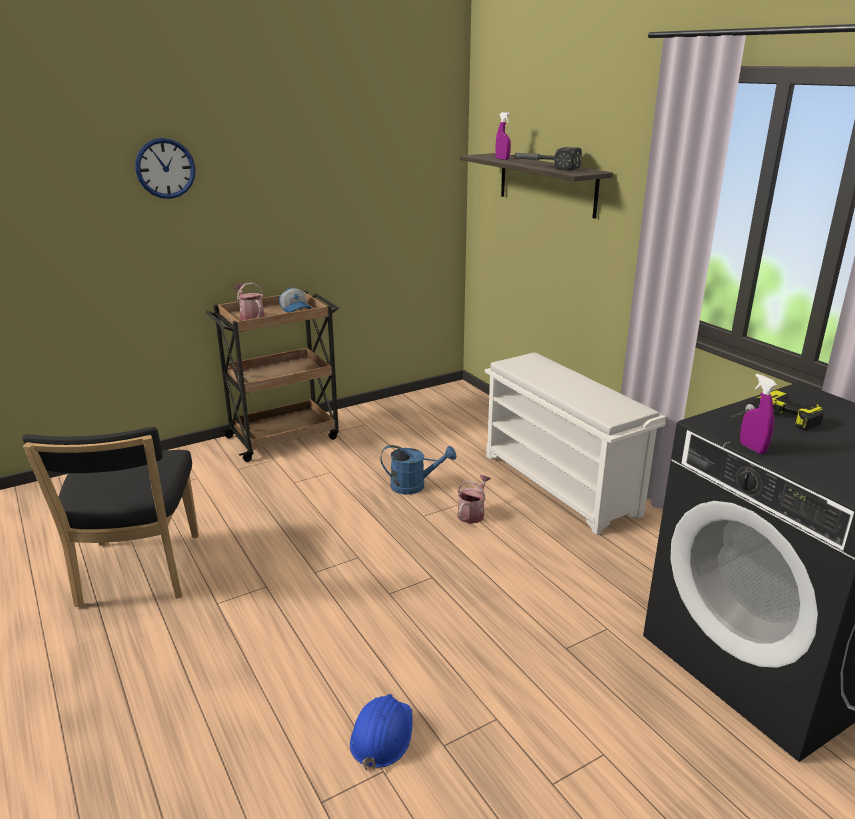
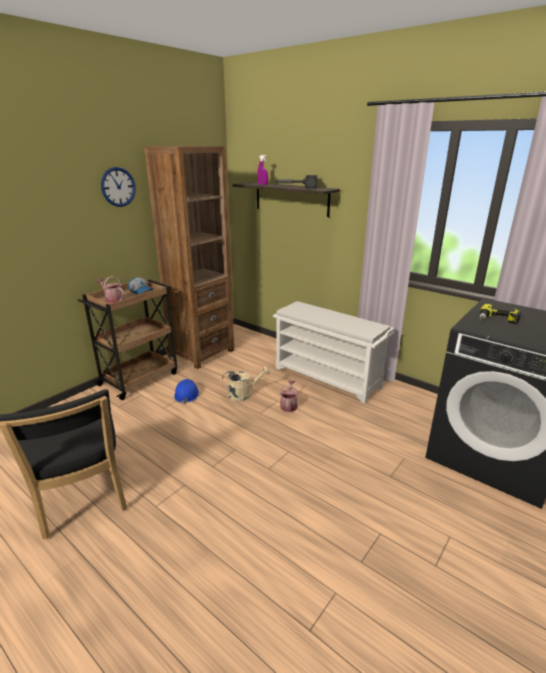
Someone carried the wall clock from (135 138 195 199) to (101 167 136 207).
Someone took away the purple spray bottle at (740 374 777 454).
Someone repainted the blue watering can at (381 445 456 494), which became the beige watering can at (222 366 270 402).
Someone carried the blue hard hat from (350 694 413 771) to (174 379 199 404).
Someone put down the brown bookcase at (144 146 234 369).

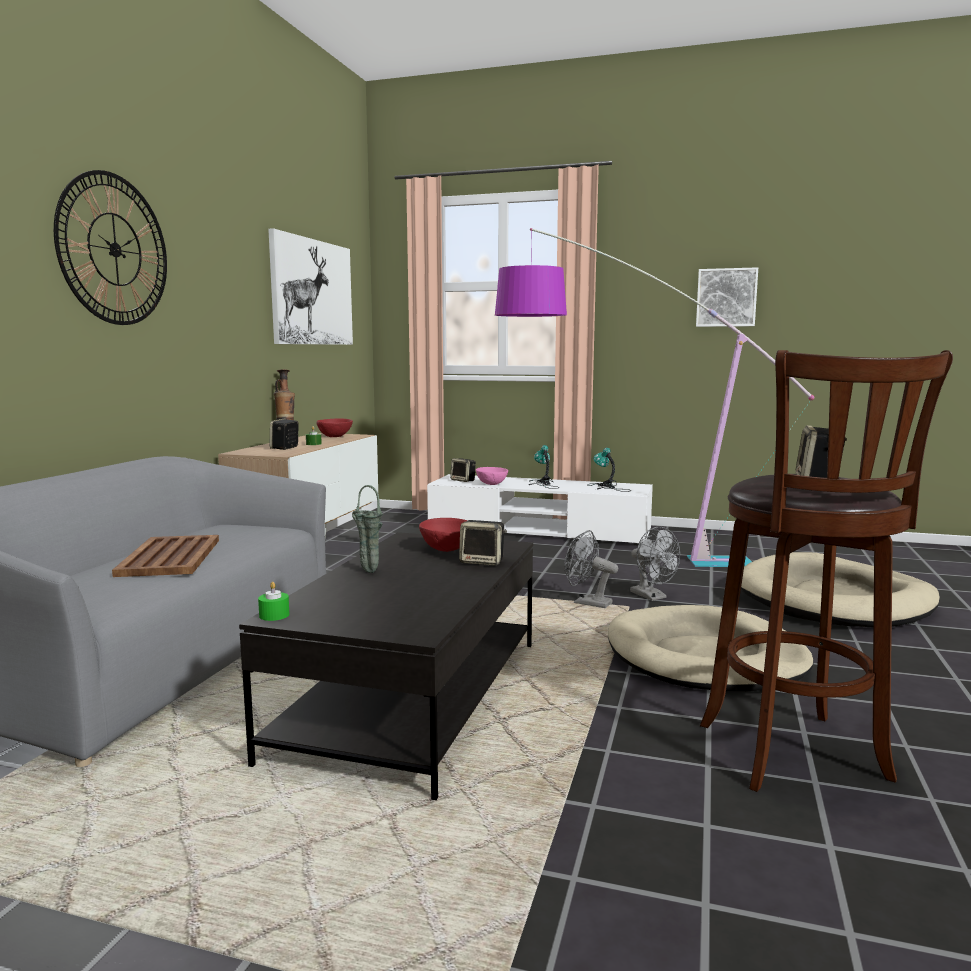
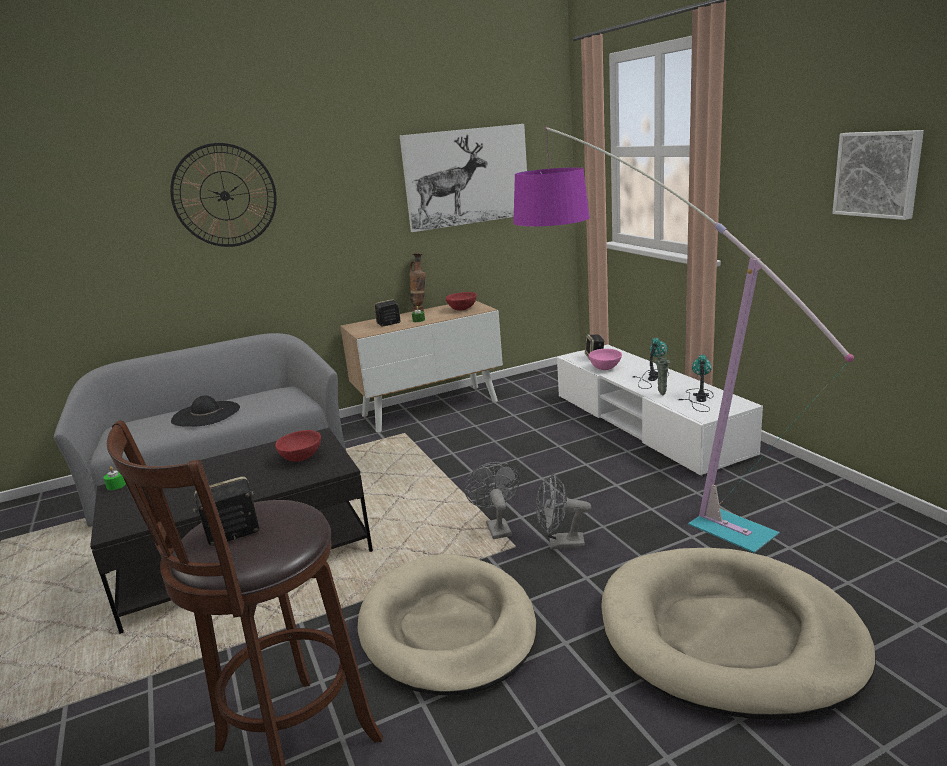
Someone carried the green vase from (352 485 383 573) to (655 344 670 395).
Someone took away the speaker at (459 520 507 566).
Someone rotated the grey fan at (630 527 680 601) by 75 degrees clockwise.
Someone swapped the brown tray at (112 535 219 577) for the black hat at (171 396 240 427).

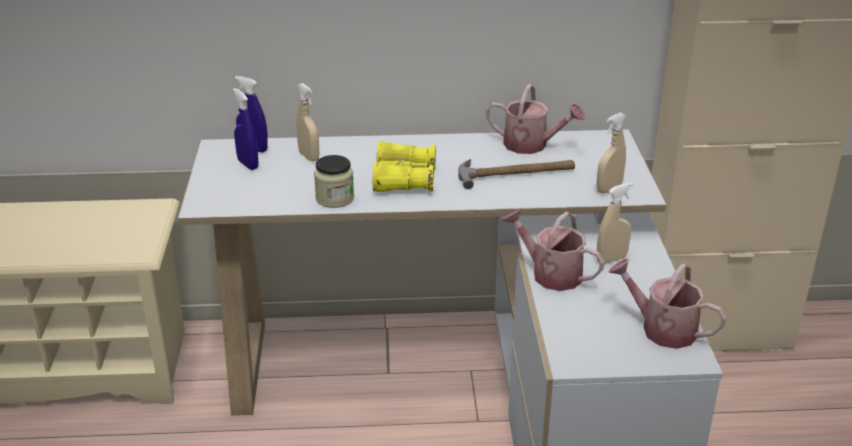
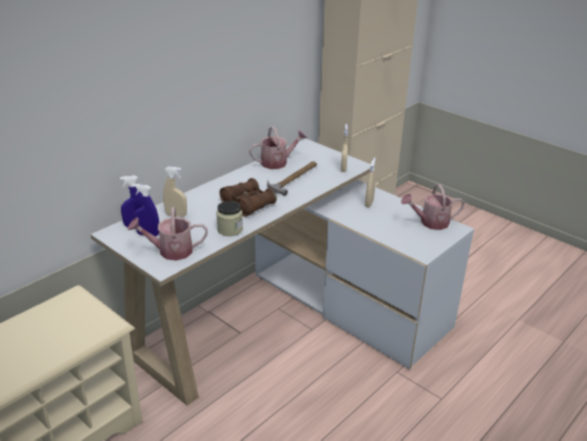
Someone repainted the yellow binoculars at (373 142 436 192), which became the brown binoculars at (219 178 277 217).
Someone carried the watering can from (502 208 605 291) to (128 207 208 261).

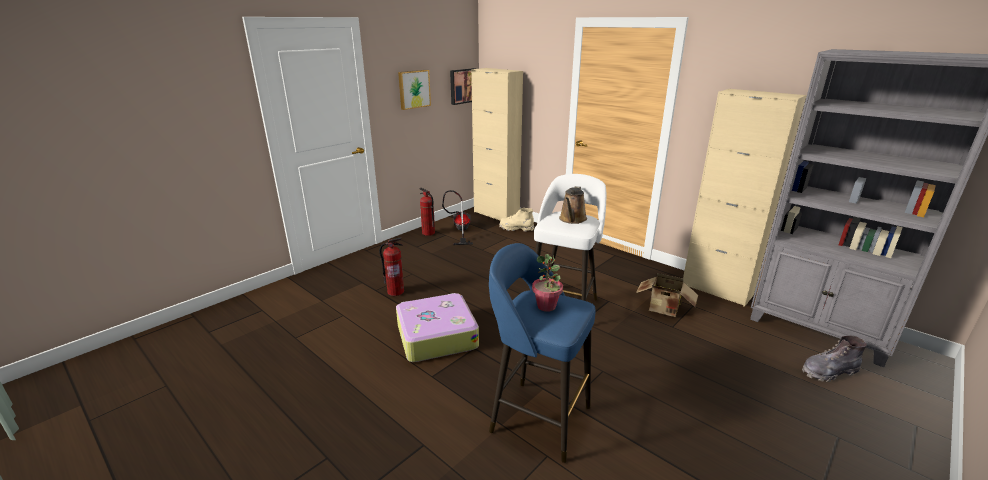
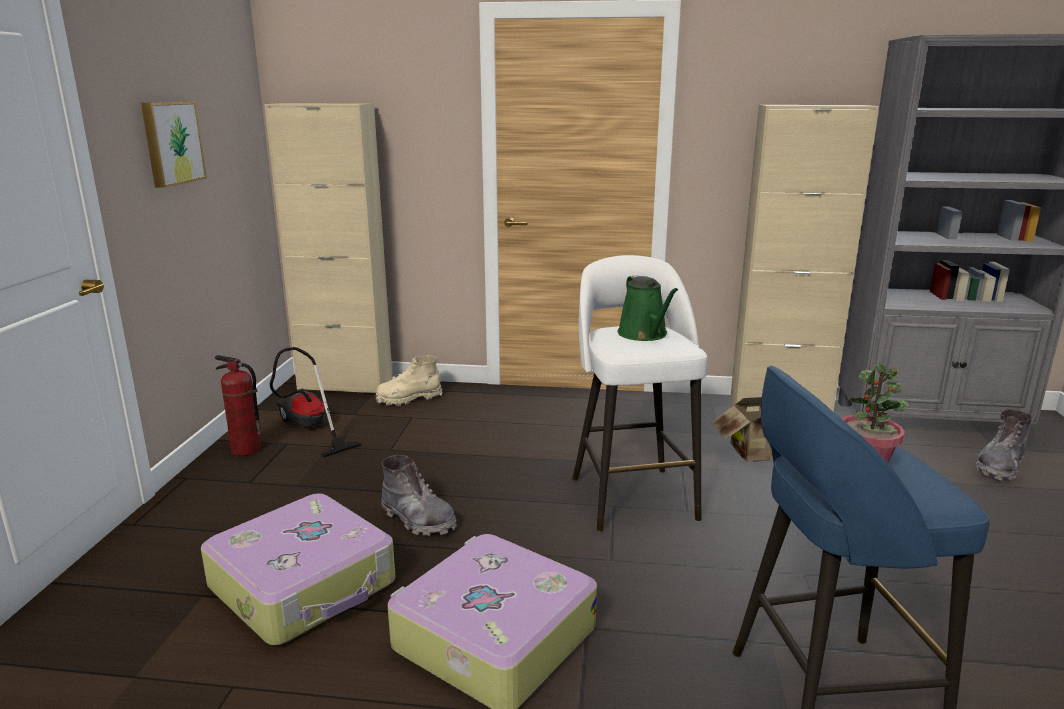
Someone took away the picture at (450 68 476 105).
Someone repainted the brown watering can at (559 186 587 224), which became the green watering can at (618 275 678 341).
Someone swapped the fire extinguisher at (379 237 404 296) for the suitcase at (201 493 396 645).
Someone put down the grey boot at (381 455 457 536).

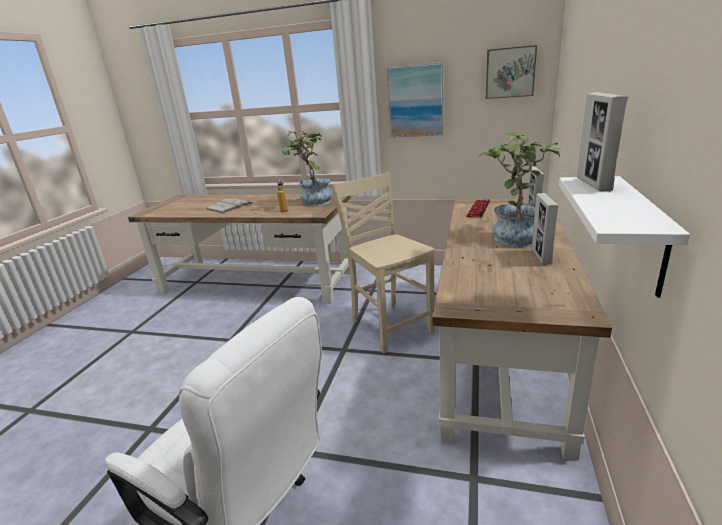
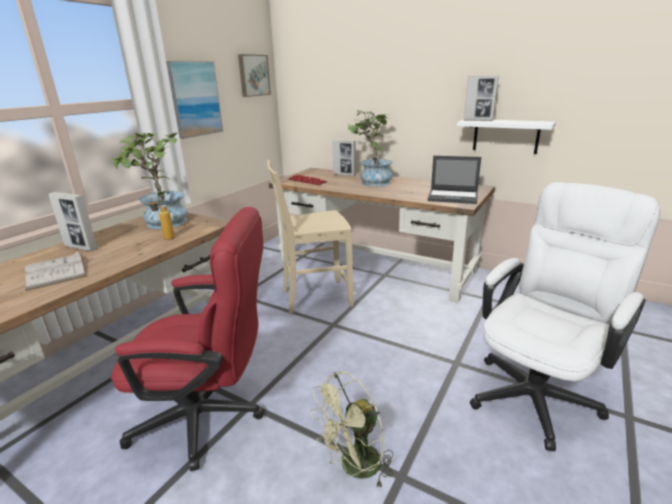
Someone carried the picture frame from (532 193 559 265) to (48 192 98 251).
Someone put down the laptop at (427 156 481 204).
Someone put down the red office chair at (111 207 264 471).
Someone put down the green fan at (310 372 393 487).

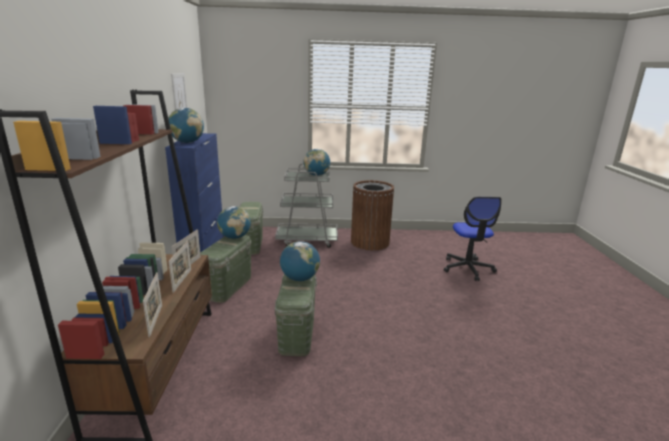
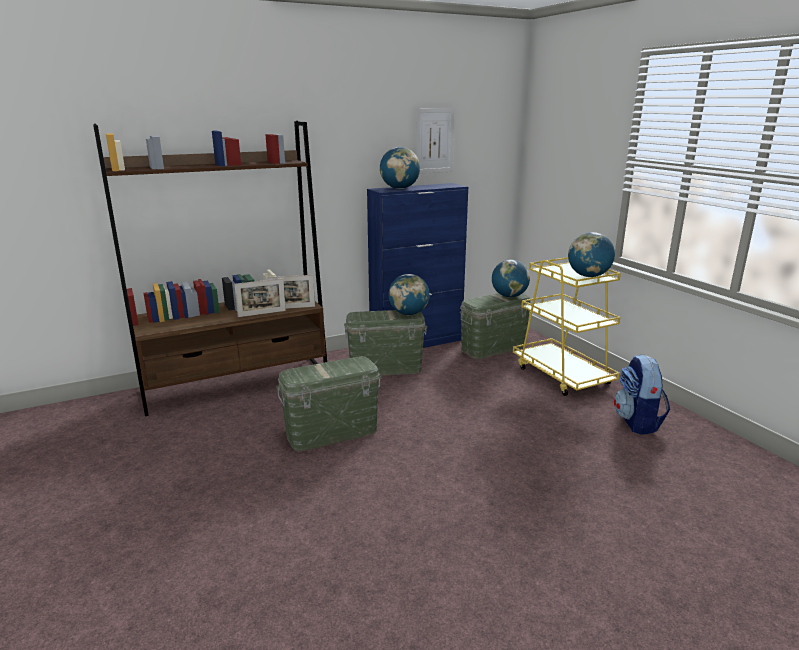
Someone repainted the grey cart at (275 163 338 248), which became the yellow cart at (513 257 621 396).
Someone swapped the brown trash can at (351 180 394 251) for the backpack at (614 355 670 435).
Someone took away the office chair at (444 197 502 281).
Someone carried the globe from (280 241 320 281) to (492 259 530 297).
Someone took away the picture frame at (143 272 162 337).

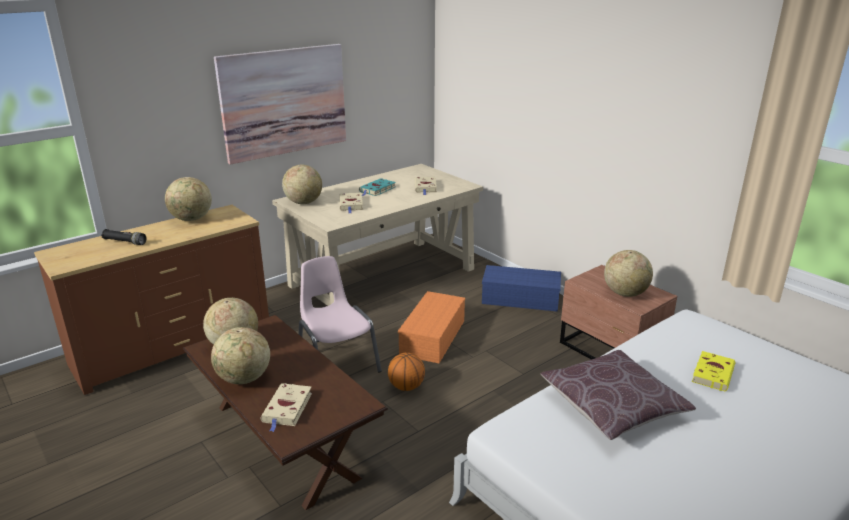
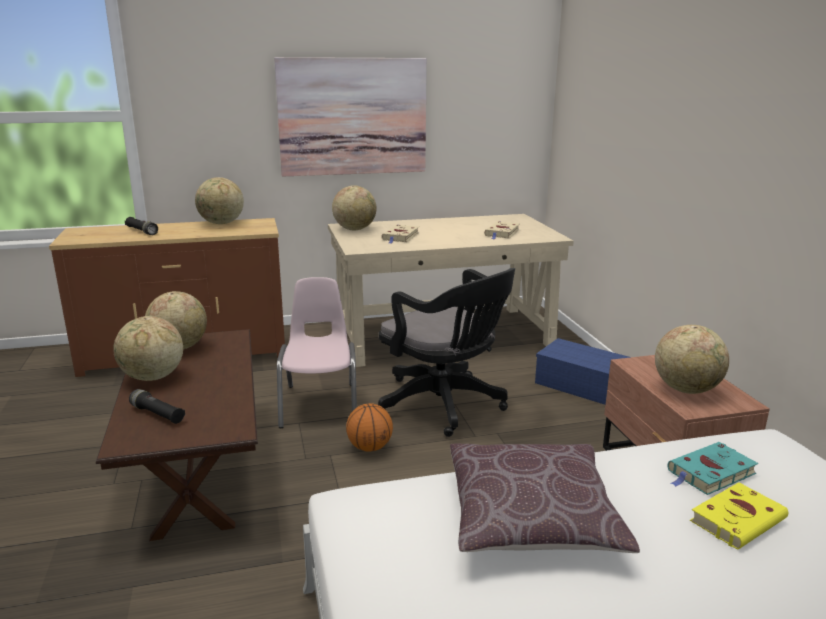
Someone carried the turquoise book from (359 178 396 196) to (668 442 758 495).
Someone swapped the orange storage box at (398 291 465 363) for the black office chair at (378 268 515 437).
Someone swapped the beige book at (260 383 312 432) for the black flashlight at (129 389 185 424).

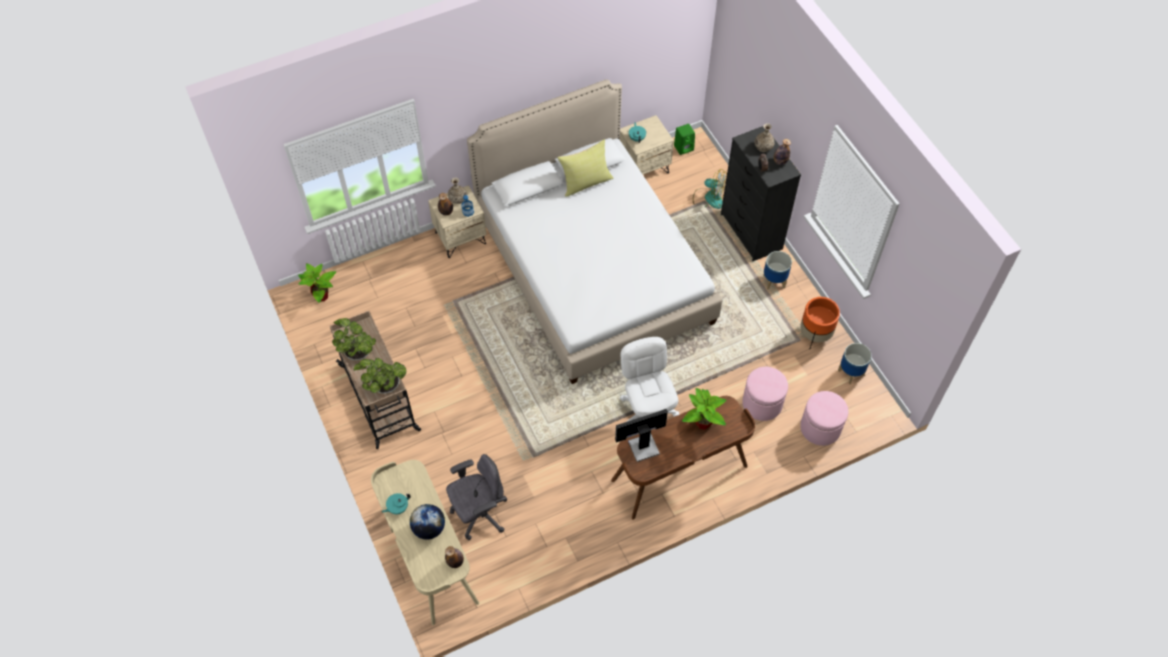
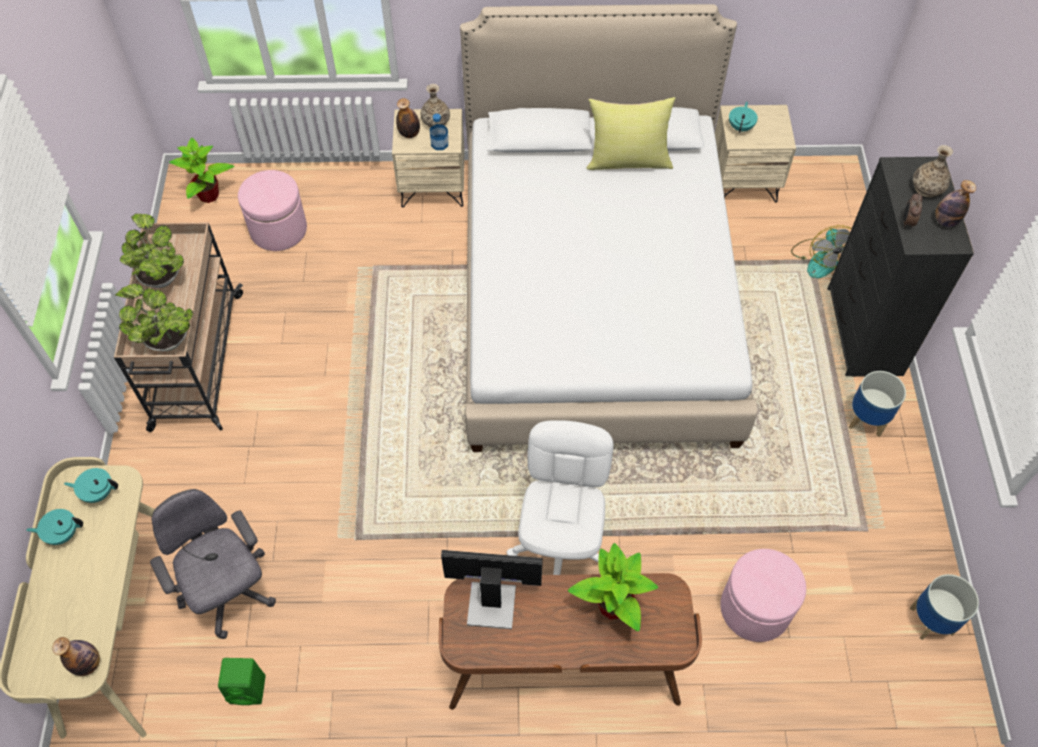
Someone carried the green speaker from (674 124 695 155) to (218 658 265 705).
Someone rotated the fan at (693 169 727 209) by 45 degrees clockwise.
Someone took away the orange planter at (800 297 840 350).
Someone carried the pink ottoman from (800 391 848 446) to (238 170 307 251).
Someone rotated the grey office chair at (446 454 507 540) by 120 degrees counterclockwise.
Someone took away the globe at (410 504 445 540).
Someone put down the turquoise teapot at (64 468 118 503).

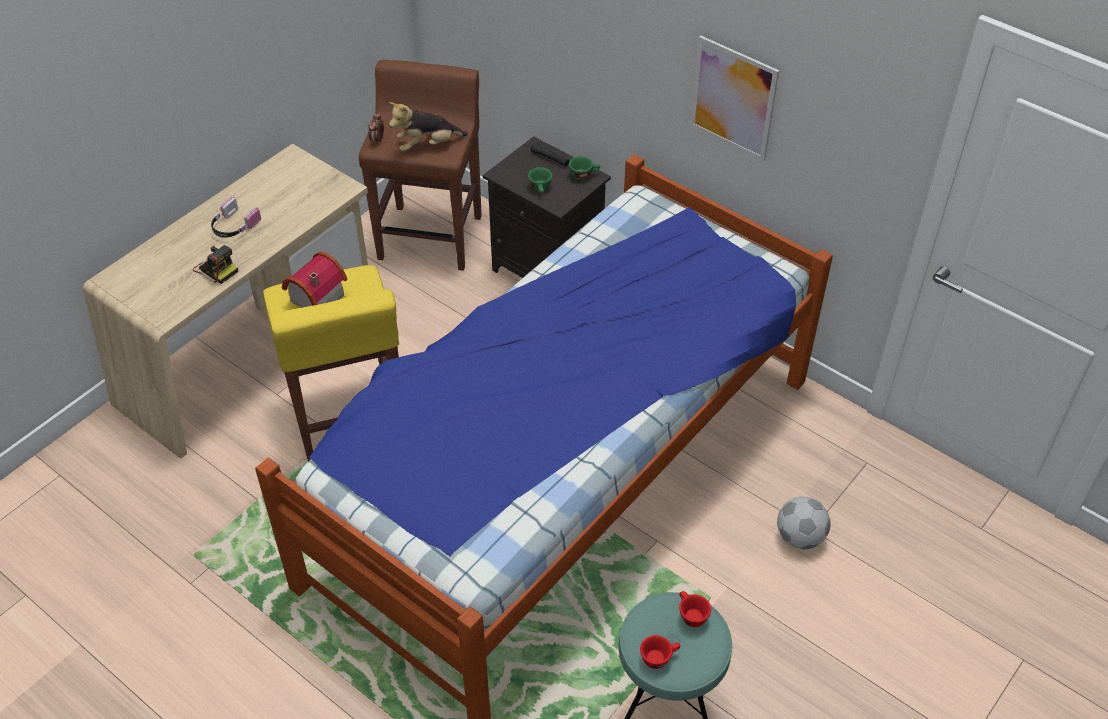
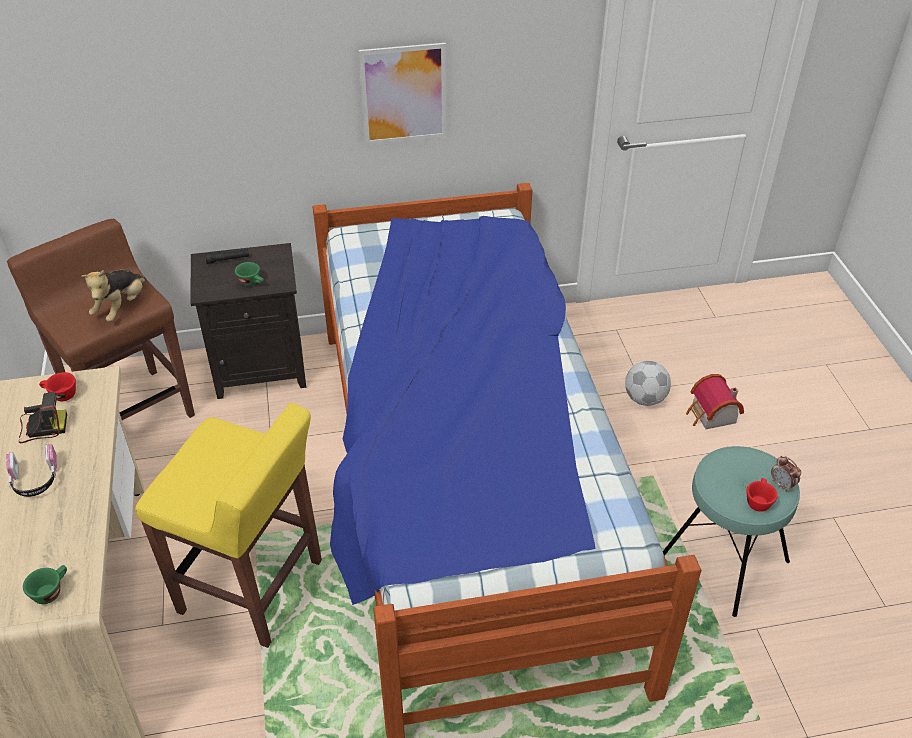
Someone carried the alarm clock from (368 112 384 144) to (771 456 801 492).
Someone carried the green cup from (569 156 600 180) to (23 565 67 604).
Someone carried the photo camera from (193 245 238 284) to (19 392 67 443).
Someone carried the toy house from (282 251 347 308) to (686 374 744 429).
Someone carried the red cup from (679 591 711 627) to (39 372 76 401).

